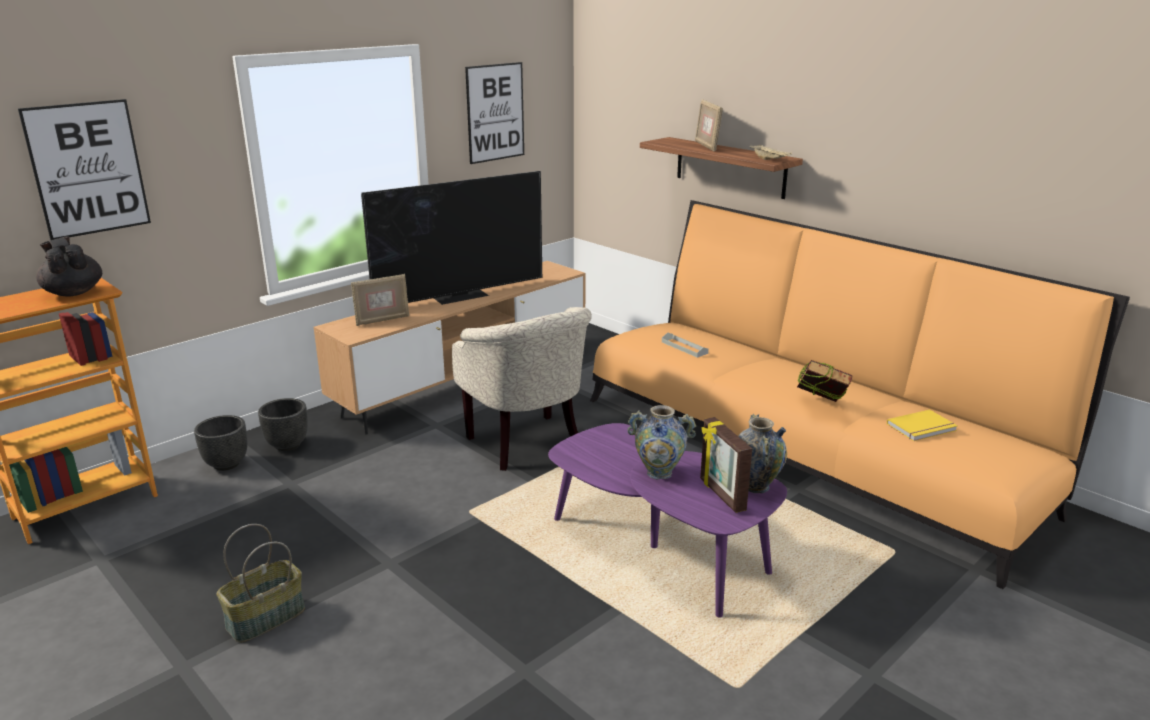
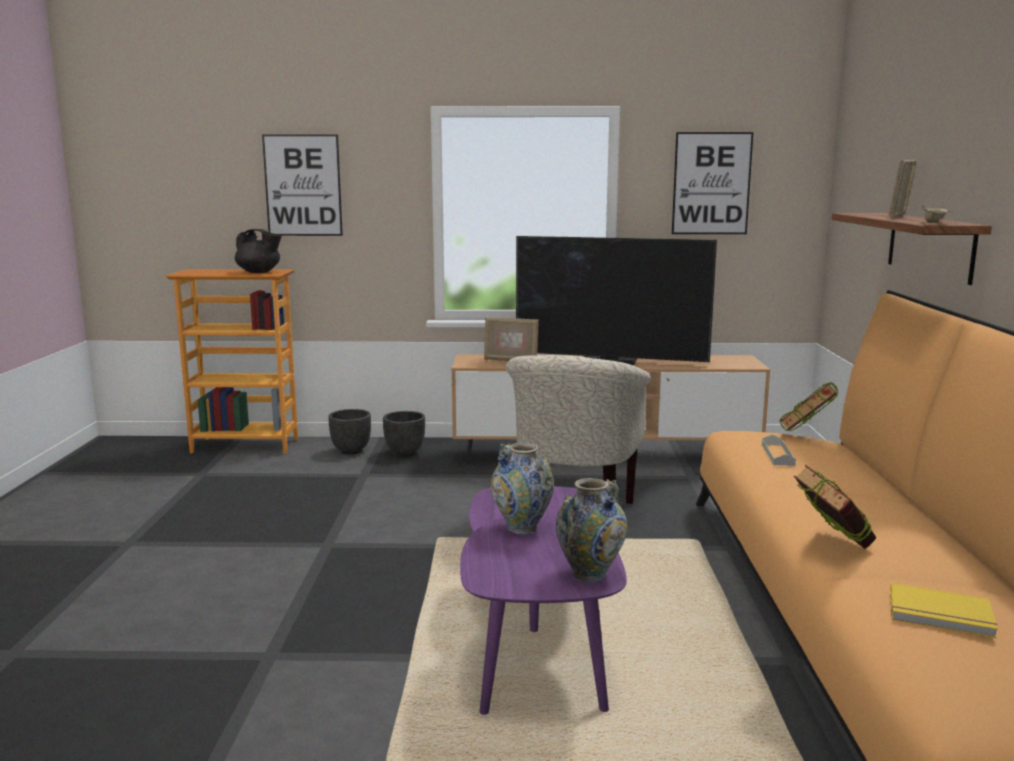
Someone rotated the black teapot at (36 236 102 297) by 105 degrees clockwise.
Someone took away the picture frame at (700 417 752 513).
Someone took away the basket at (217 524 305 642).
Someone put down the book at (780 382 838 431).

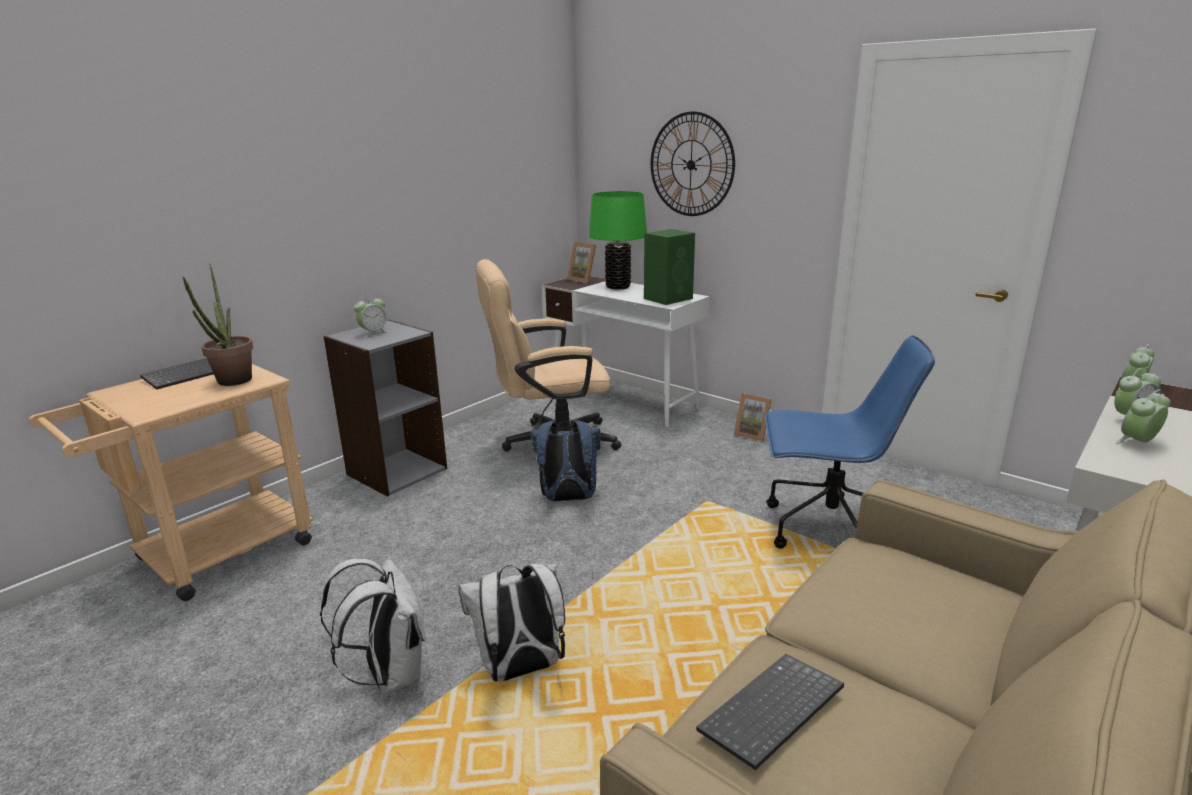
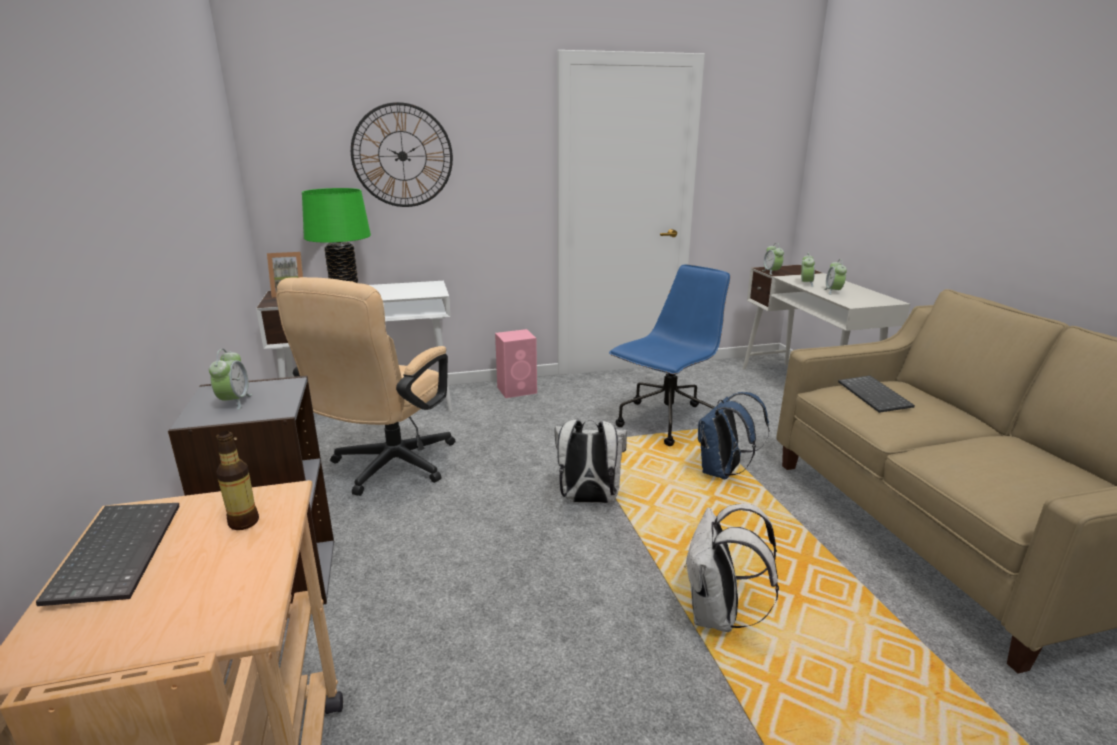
Someone took away the green speaker at (644 229 695 305).
Someone swapped the potted plant at (183 264 253 386) for the bottle at (216 431 259 530).
Someone swapped the picture frame at (734 393 772 442) for the pink speaker at (495 329 537 398).
Someone carried the blue backpack from (531 420 601 501) to (698 392 769 479).
Someone carried the white backpack from (320 559 426 695) to (554 420 627 503).
Someone carried the keyboard from (696 654 844 770) to (838 376 915 413).

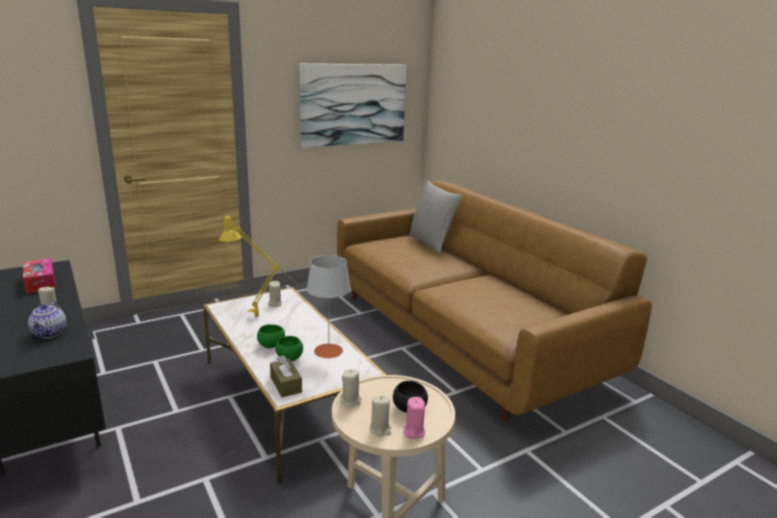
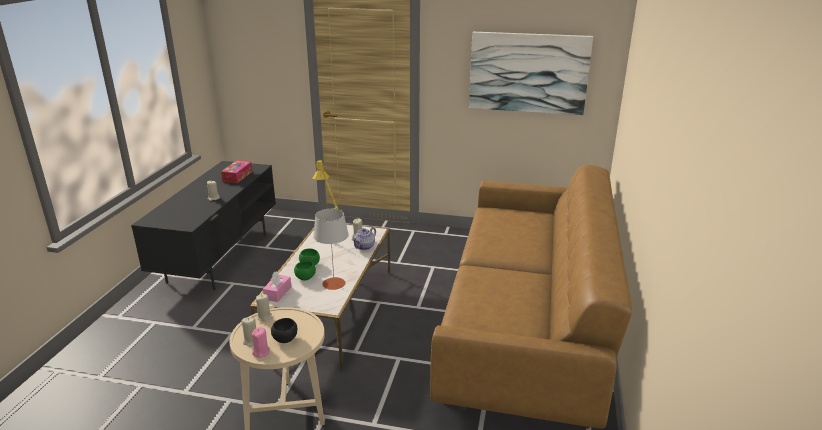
Someone took away the grey pillow at (410 180 462 255).
Someone carried the teapot from (28 301 66 338) to (352 227 376 250).
Someone repainted the brown tissue box at (270 355 302 397), which became the pink tissue box at (263 272 291 302).

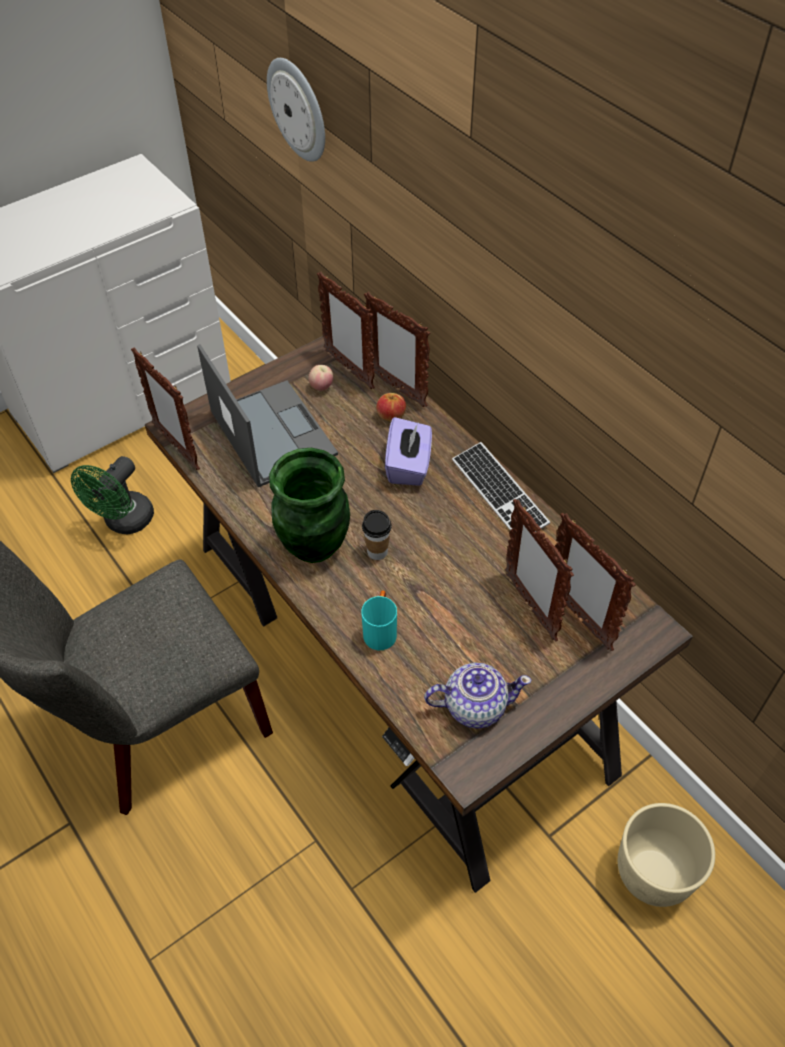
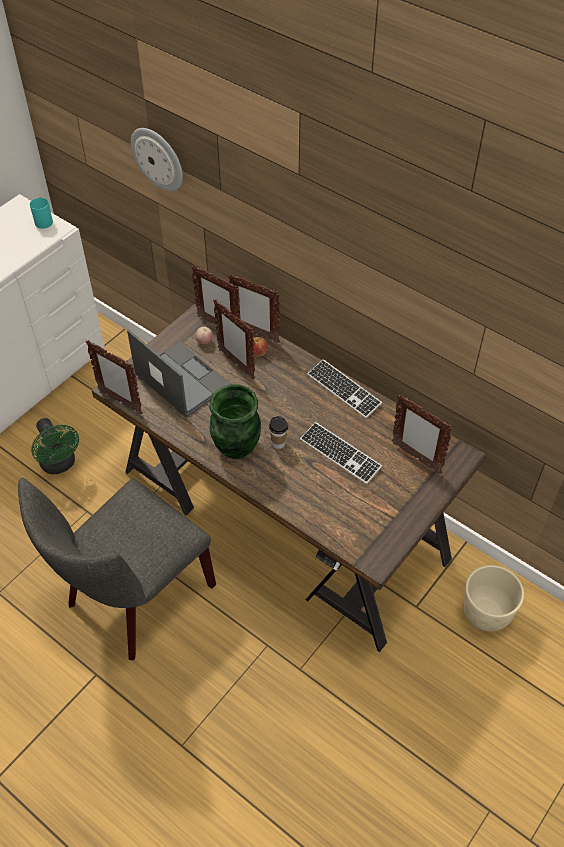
Someone took away the purple tissue box at (385 417 432 486).
Someone rotated the green fan at (71 456 154 534) by 45 degrees counterclockwise.
Someone carried the picture frame from (505 499 574 642) to (213 299 255 379).
Someone carried the turquoise mug from (361 590 397 650) to (30 197 53 229).
Someone took away the teapot at (424 663 532 729).
Someone put down the keyboard at (300 422 382 484).

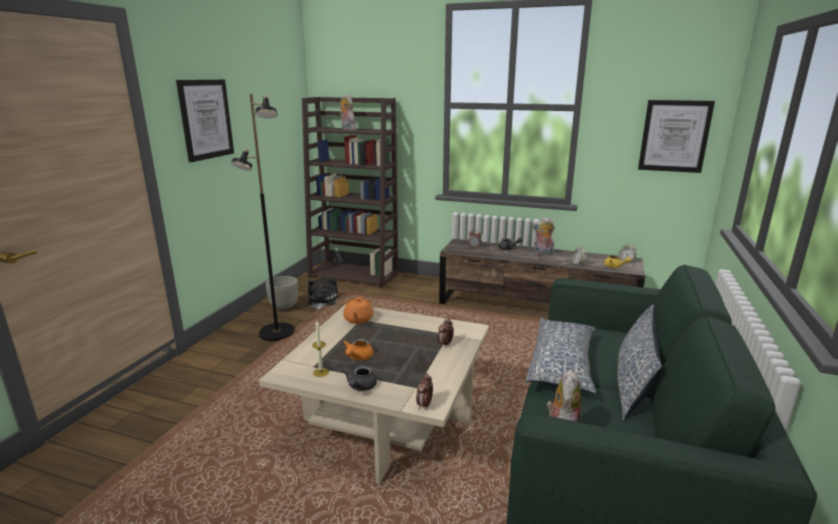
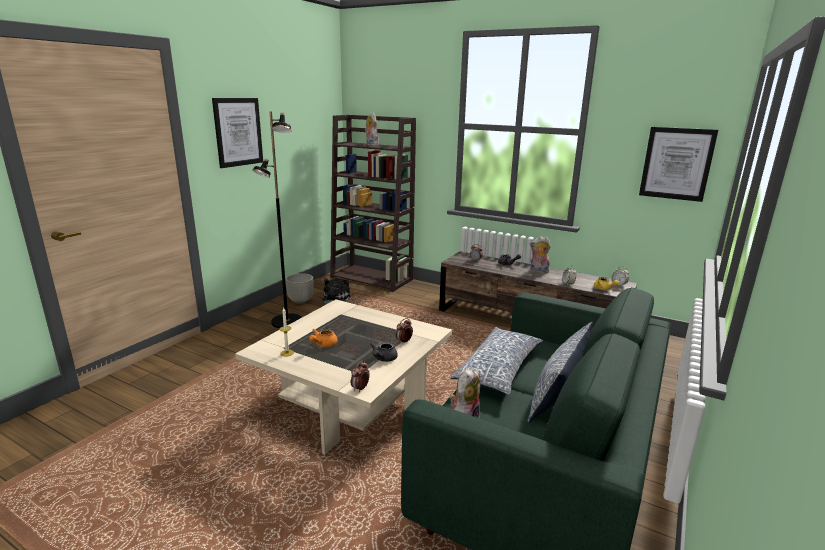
Someone took away the orange teapot at (343 296 373 324).
Someone carried the grey teapot from (343 366 377 391) to (370 342 398 362).

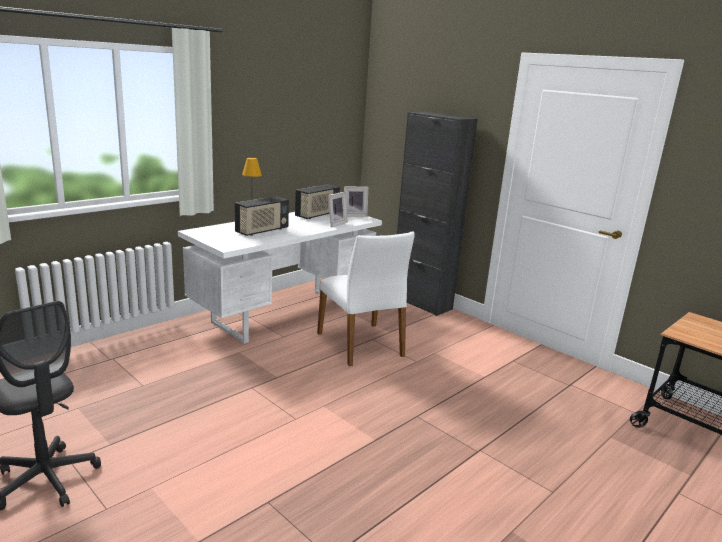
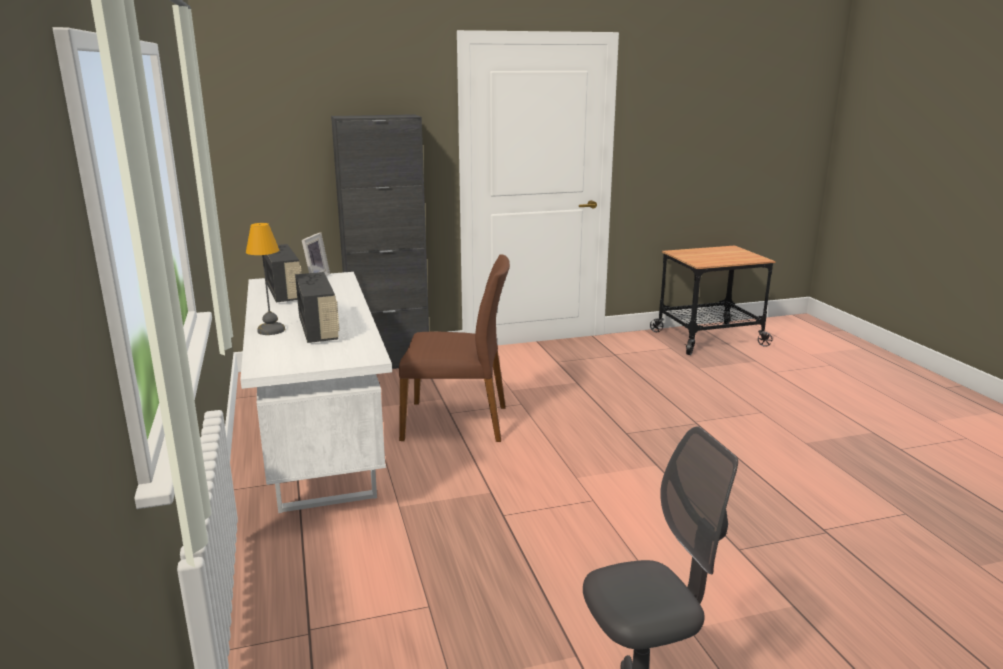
Someone took away the picture frame at (328 192 348 227).
Someone repainted the white chair at (317 231 415 366), which became the brown chair at (399 254 510 442).

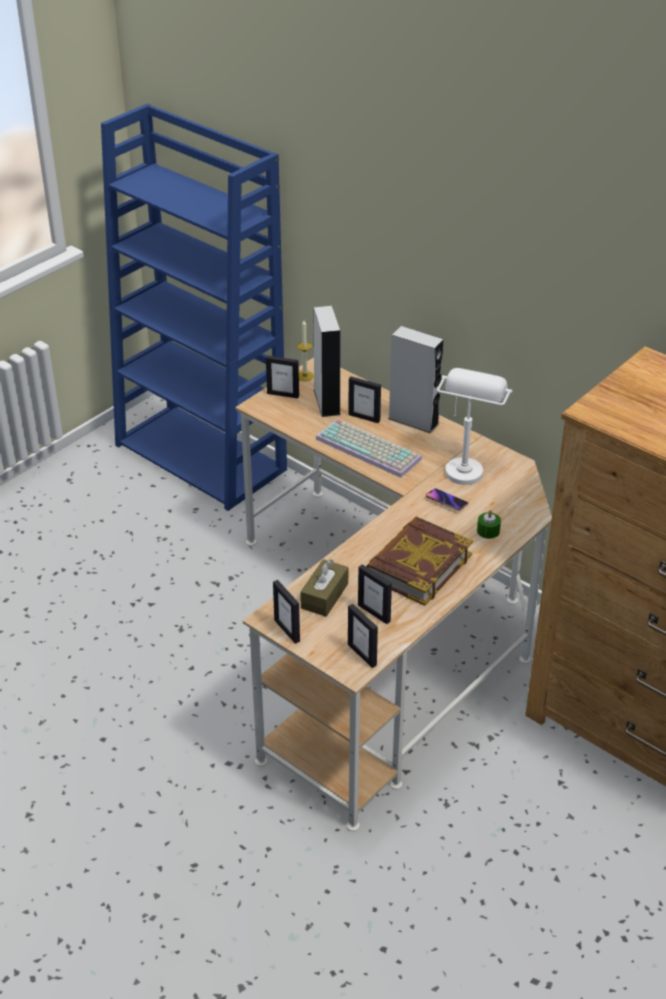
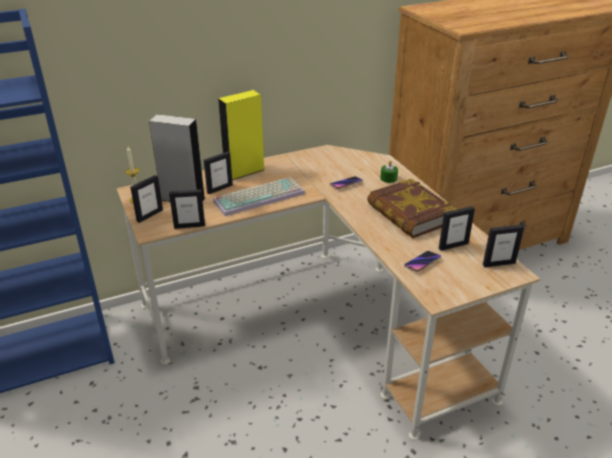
Someone repainted the grey speaker at (388 326 443 434), which became the yellow speaker at (218 90 265 180).
Someone took away the white table lamp at (437 368 512 485).
Someone swapped the brown tissue box at (300 559 348 617) for the phone at (404 251 441 272).
Someone carried the picture frame from (273 580 300 644) to (169 189 205 229).

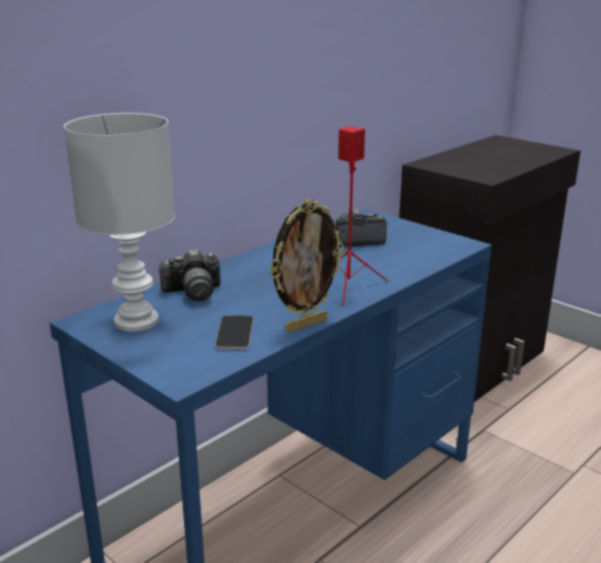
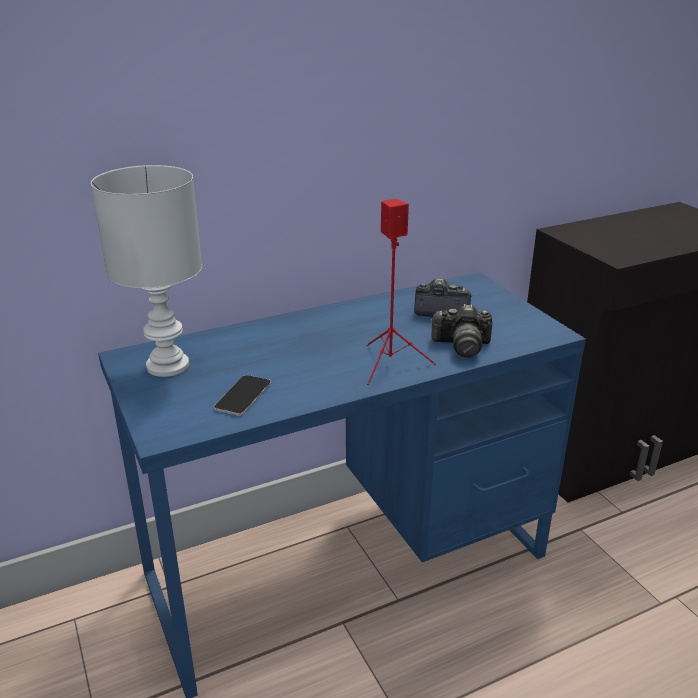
Someone took away the picture frame at (270 199 344 333).
Someone carried the photo camera from (157 249 221 301) to (430 304 492 358).

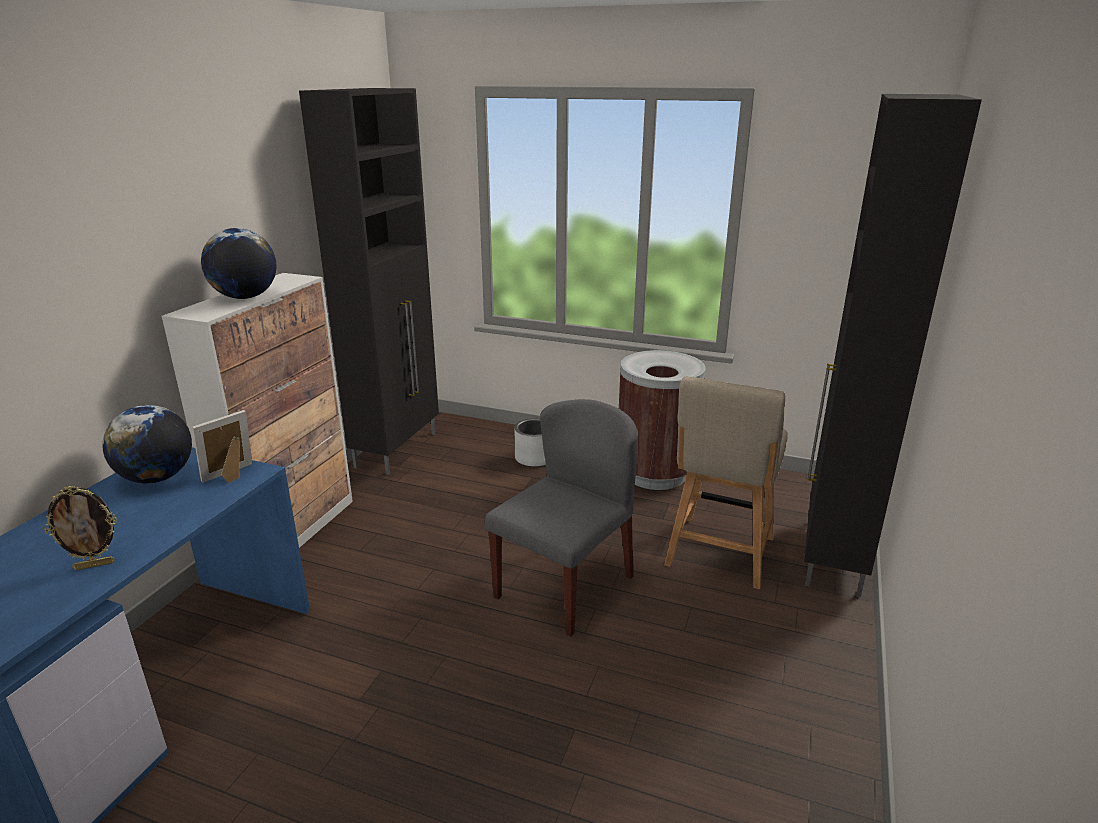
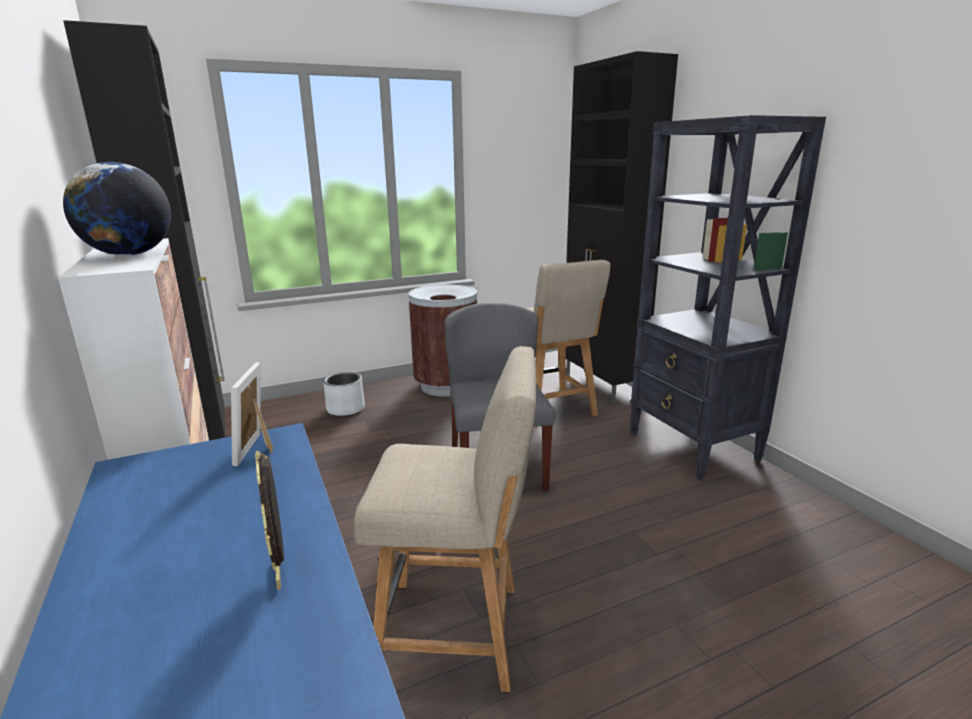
Someone took away the globe at (102 405 192 483).
Someone rotated the picture frame at (44 486 117 570) by 135 degrees clockwise.
Someone put down the black bookcase at (630 115 826 480).
Someone put down the beige chair at (354 346 536 692).

